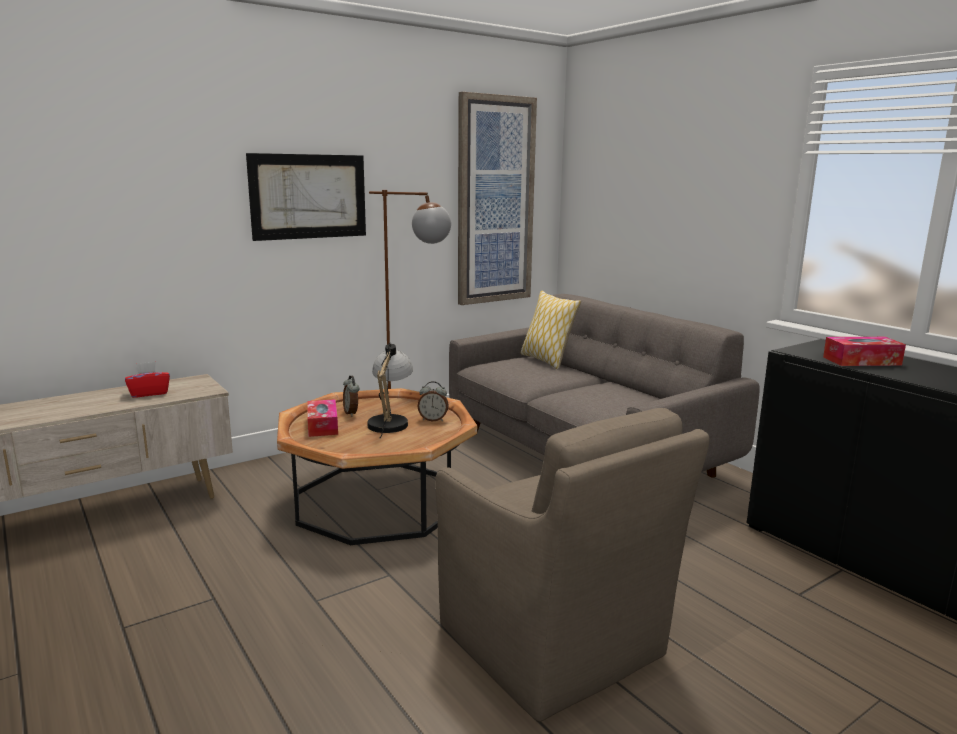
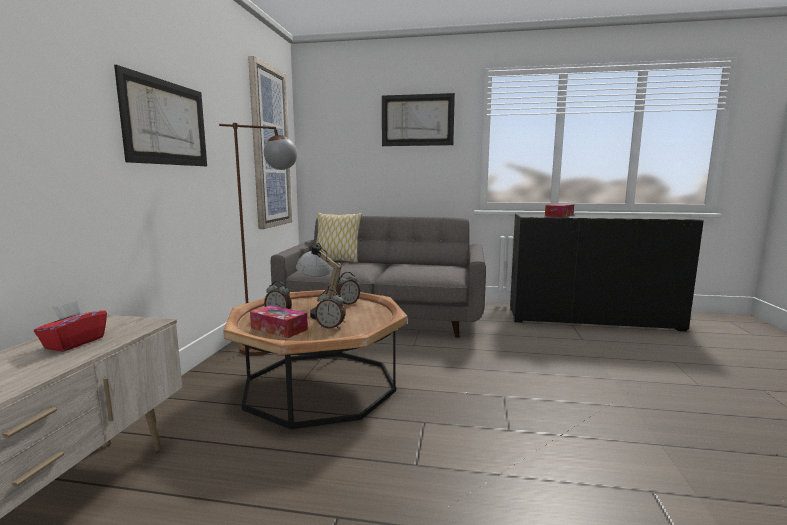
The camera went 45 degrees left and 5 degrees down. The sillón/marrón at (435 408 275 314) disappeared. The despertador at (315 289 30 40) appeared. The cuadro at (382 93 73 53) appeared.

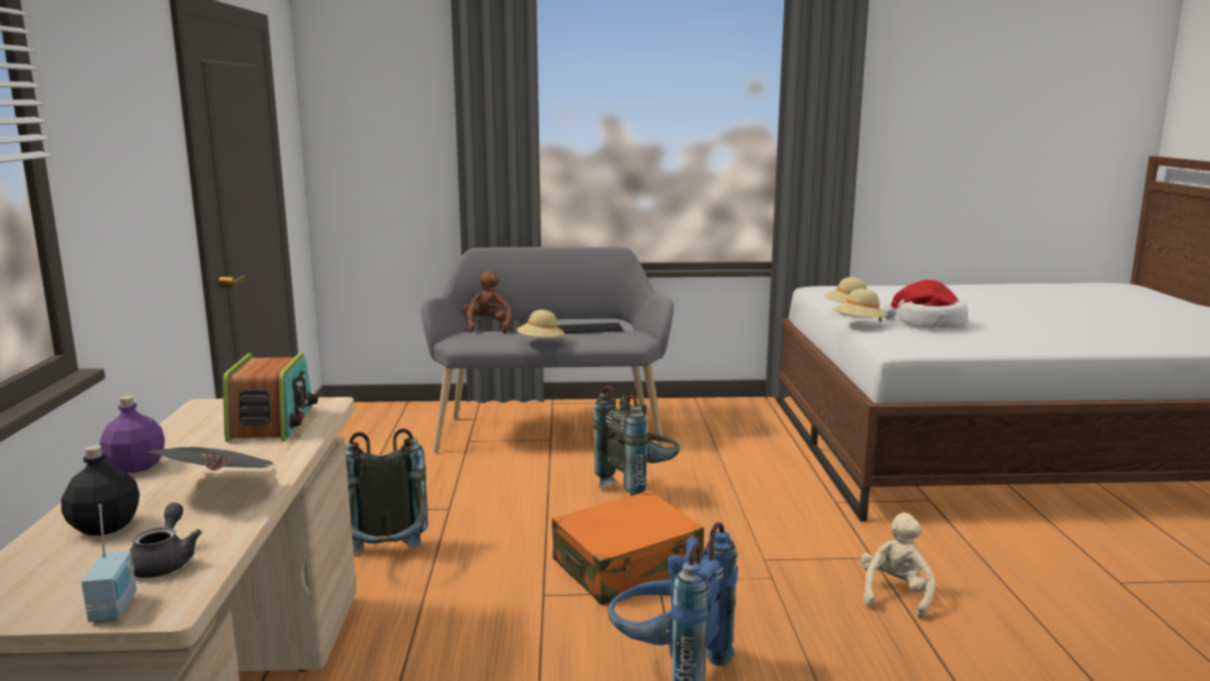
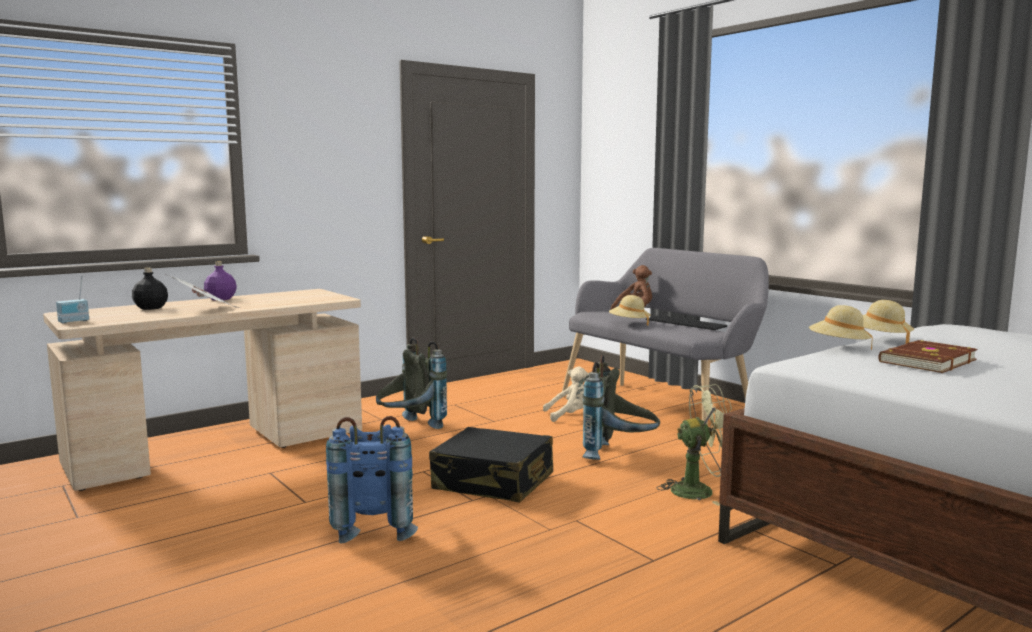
The camera went 55 degrees right and 5 degrees down. The tetera/gris at (130 503 72 75) disappeared. The radio at (223 353 95 89) disappeared. The maleta/naranja at (552 490 152 115) became the maleta/negro at (429 427 124 75). The peluche/beis moved from (861 512 75 107) to (543 367 46 55). The sombrero at (881 280 87 48) was replaced by the libro/marrón at (878 340 100 33). The ventilador/verde at (656 384 76 122) appeared.

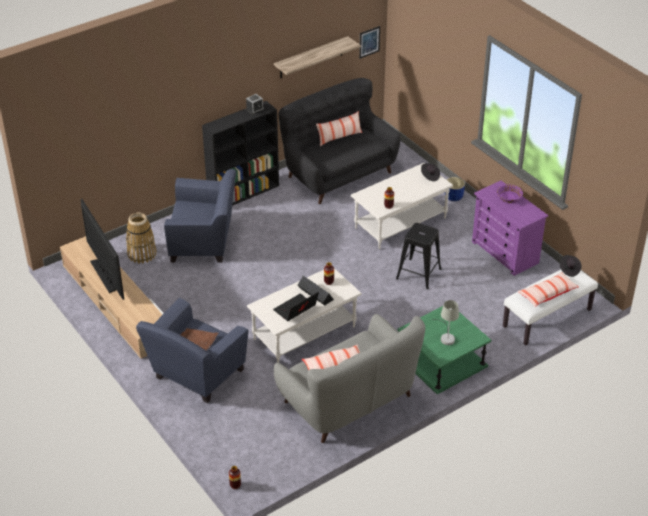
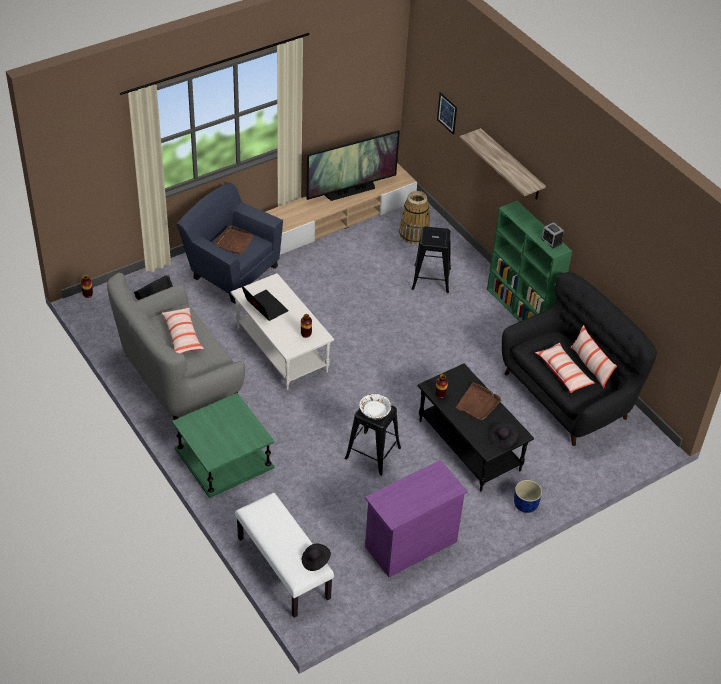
The camera went 90 degrees right and 5 degrees up. The sillón/azul at (164 169 72 94) was replaced by the taburete/negro at (412 226 39 68). The estantería/negro at (202 101 77 105) became the estantería/verde at (487 201 85 121). The estante moved from (274 36 87 42) to (460 128 86 72). The altavoz/negro moved from (297 275 37 30) to (134 275 39 25). The mesa de centro/blanco at (351 163 102 86) became the mesa de centro/negro at (418 364 116 127). The cuadro moved from (359 26 21 33) to (437 92 20 43). The lámpara de mesa/gris at (432 300 27 45) disappeared. The cuenco/morado at (497 184 26 19) disappeared. The cojín moved from (518 272 61 35) to (535 343 60 50). The cuenco/blanco at (359 394 32 25) appeared. The bandeja/marrón at (456 382 45 39) appeared.

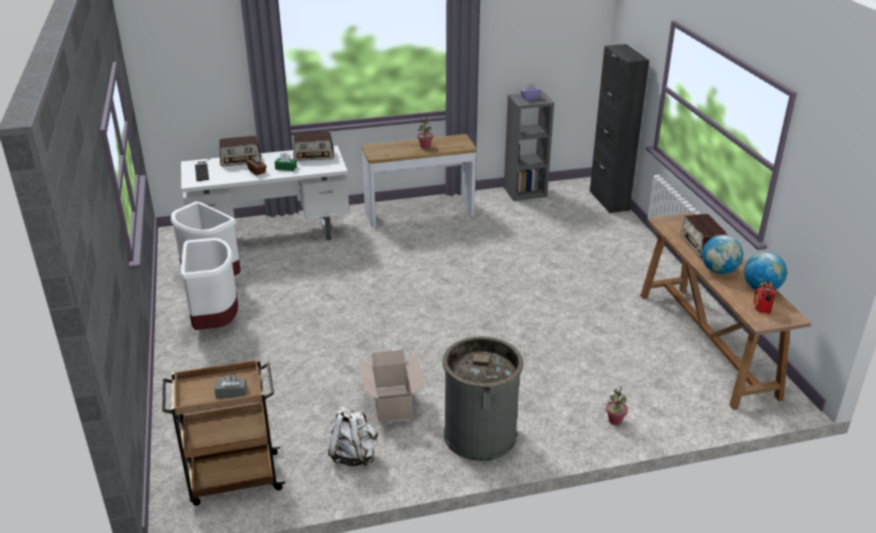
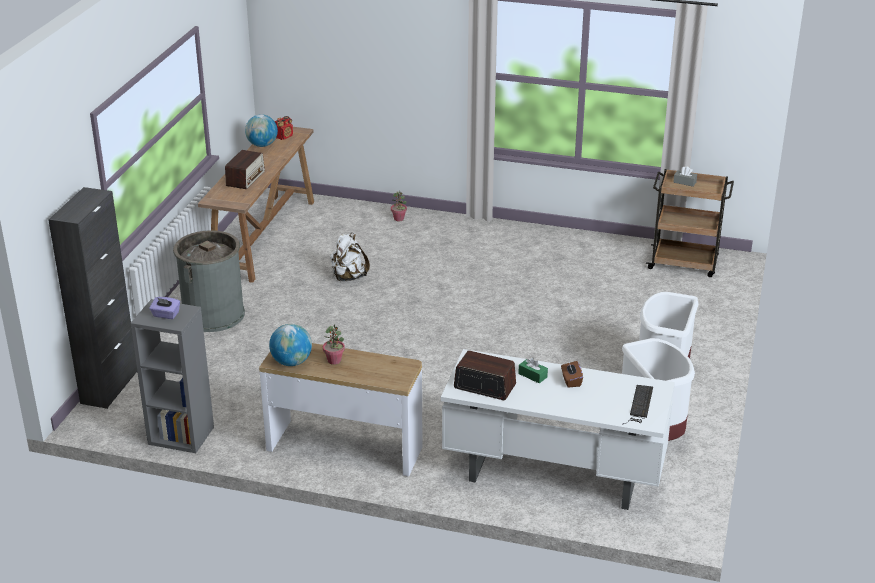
The camera went 150 degrees left and 0 degrees up. The radio at (219 136 42 30) disappeared. The mochila/blanco moved from (328 407 50 59) to (330 233 40 48). The caja de cartón at (360 350 64 72) disappeared. The papelera/gris moved from (442 336 81 125) to (173 230 72 102). The globo terráqueo moved from (702 235 41 39) to (269 324 43 42).

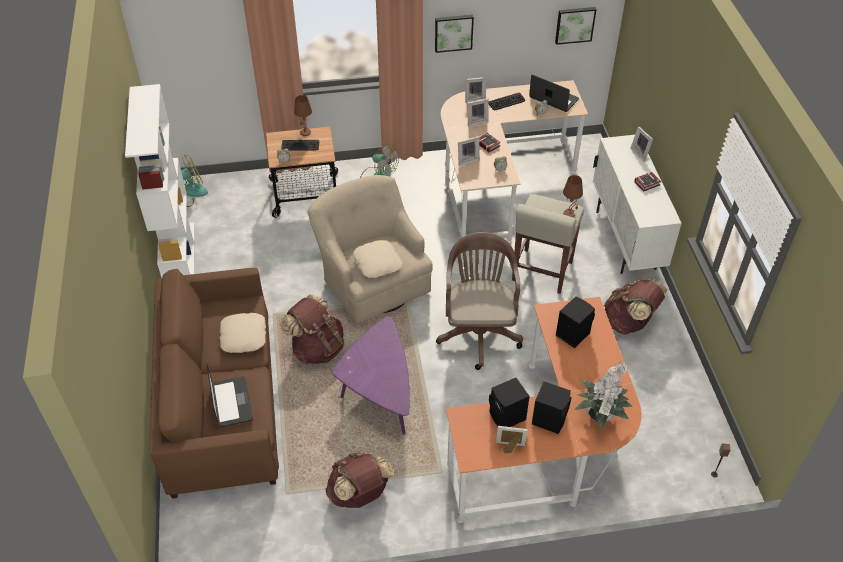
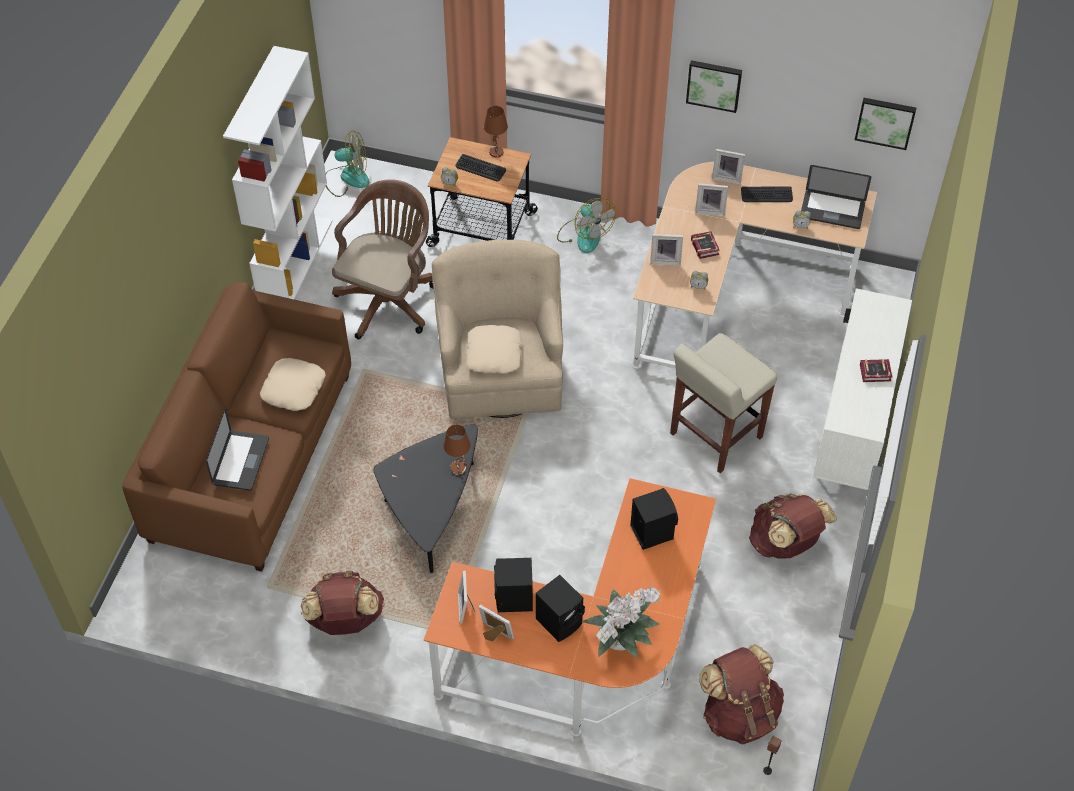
The camera went 25 degrees right and 5 degrees up. The mochila/marrón moved from (280 294 64 70) to (699 644 85 100). The mesa de centro/morado at (332 316 78 119) became the mesa de centro/negro at (374 424 104 149). The silla de oficina/marrón moved from (436 232 87 138) to (332 179 101 160). The portátil at (529 75 50 37) turned 135 degrees clockwise. The lámpara de mesa/marrón moved from (563 175 20 42) to (444 425 26 50). The portarretratos moved from (630 127 23 35) to (458 571 18 53).

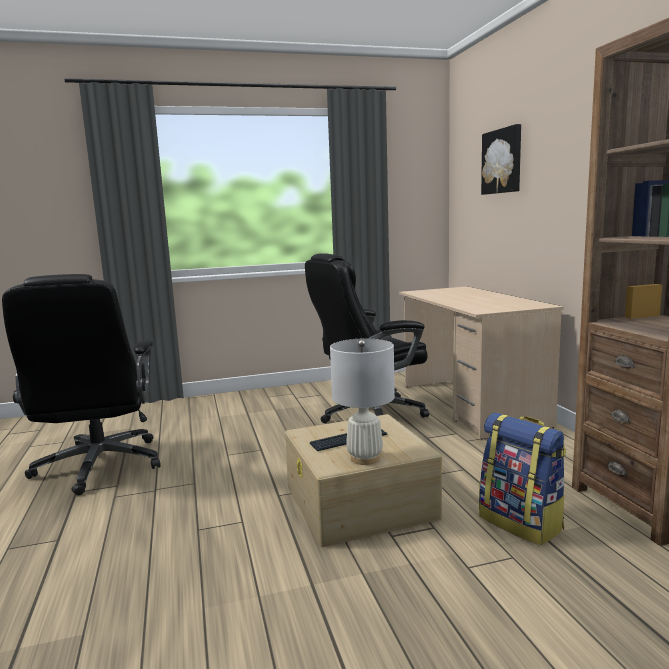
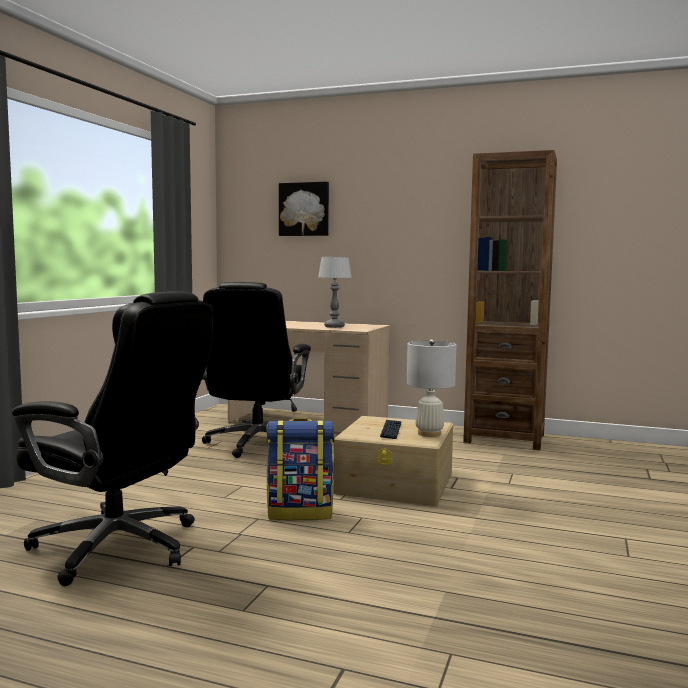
The camera went 55 degrees left and 5 degrees down. The mochila moved from (479 413 87 132) to (266 418 68 102). The lámpara de mesa at (318 257 34 71) appeared.

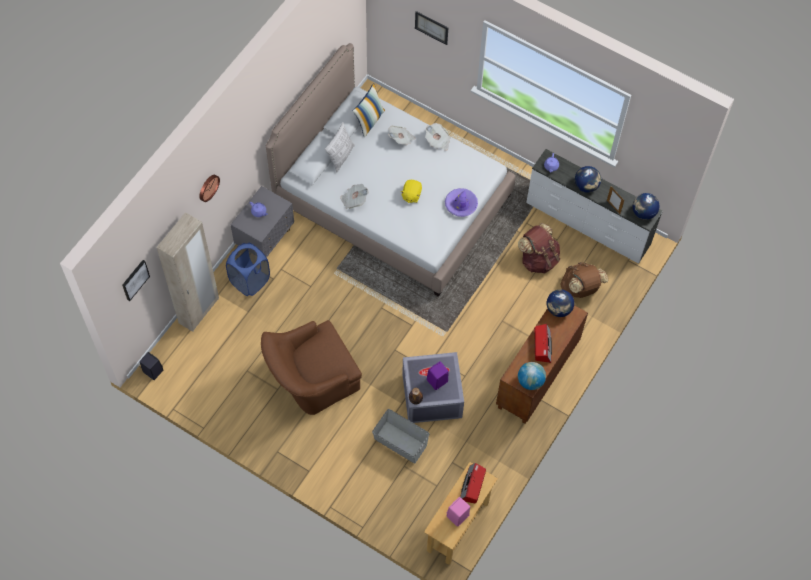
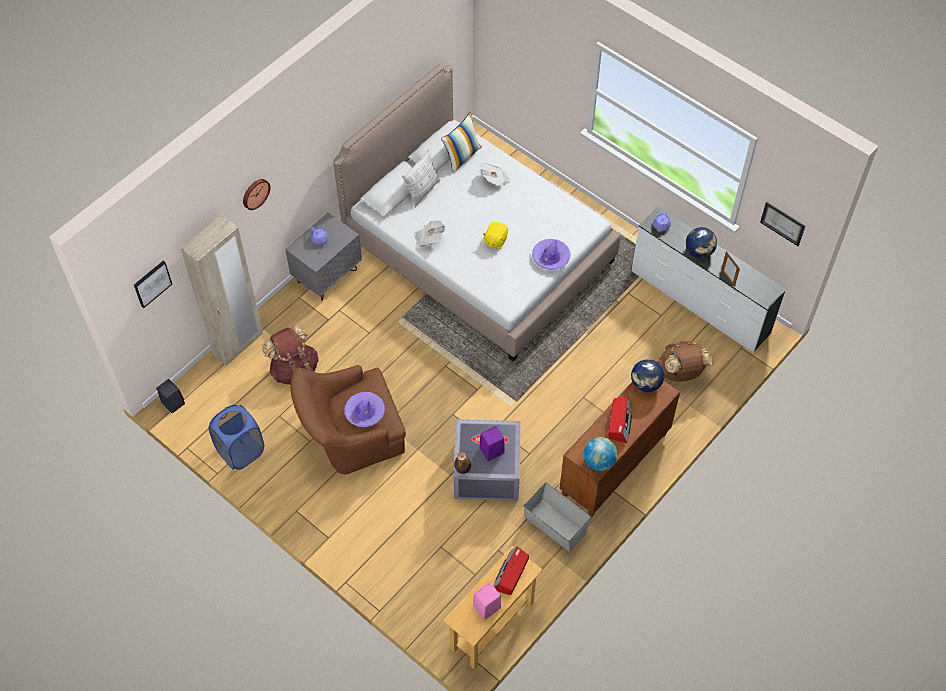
The camera went 10 degrees right and 5 degrees down. The cesto de la ropa/azul moved from (226 243 44 53) to (208 405 56 65). The caja de almacenaje/gris moved from (372 409 58 55) to (523 483 68 69). The cuadro moved from (415 11 33 34) to (760 202 45 44). The periódico at (425 123 26 28) disappeared. The mochila/marrón moved from (518 223 42 50) to (262 325 57 60). The globo terráqueo at (633 193 27 27) disappeared. The sombrero/morado at (344 392 41 35) appeared.

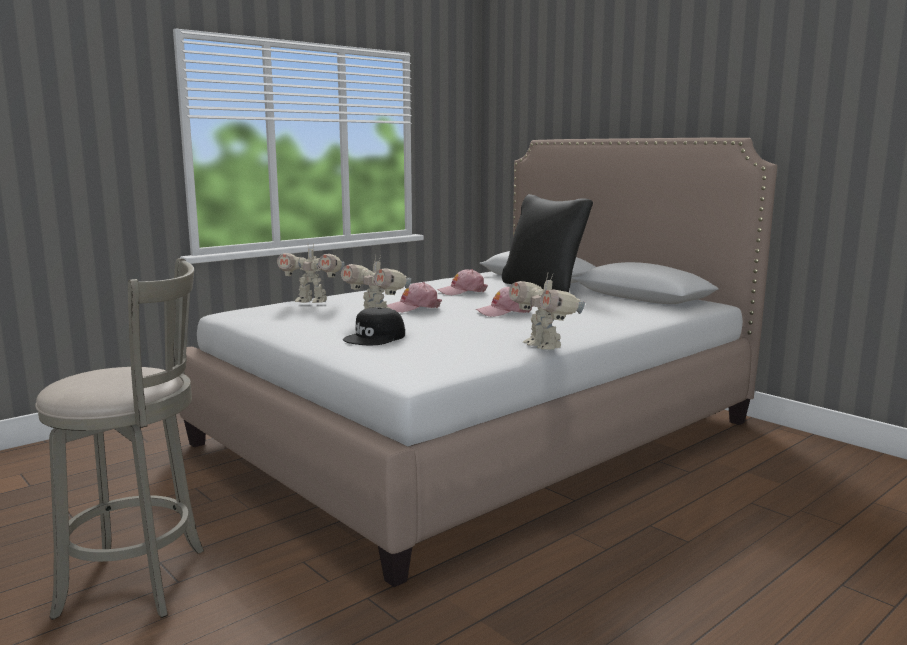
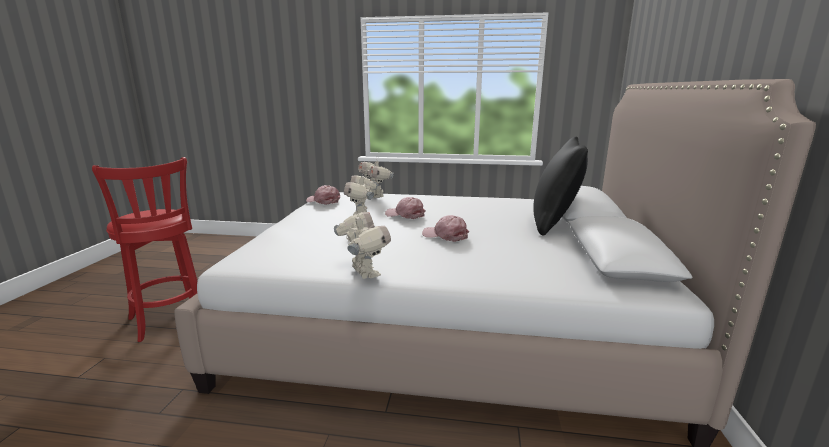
The camera went 50 degrees right and 5 degrees up. The taburete/gris at (35 258 169 362) became the taburete/rojo at (92 157 105 185). The gorra/negro at (343 307 62 38) disappeared. The gorra/rosa moved from (437 269 51 26) to (306 185 34 20). The robot de juguete at (509 274 77 76) turned 135 degrees clockwise.

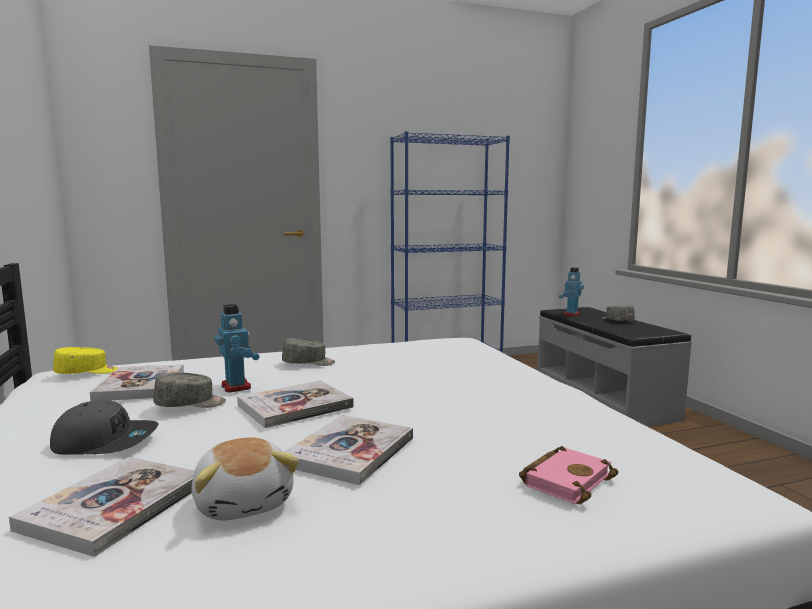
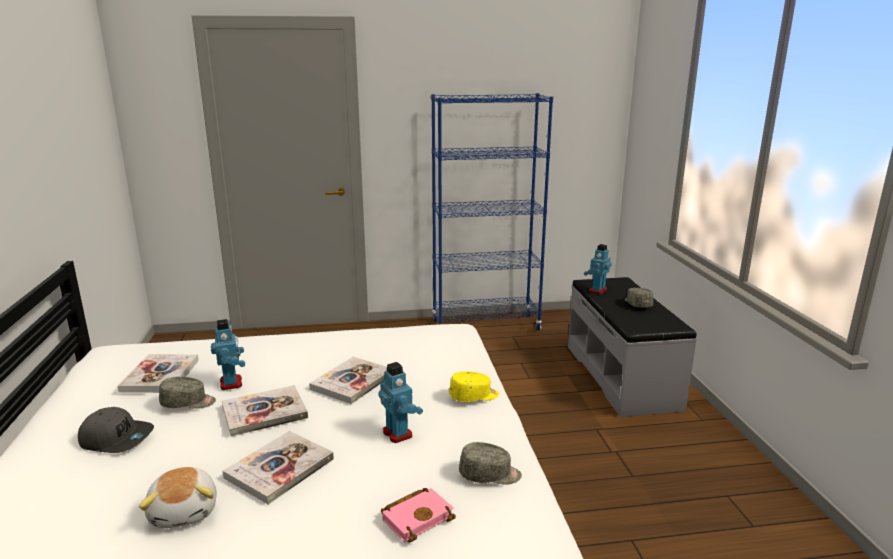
The camera went 10 degrees right and 10 degrees up. The libro moved from (9 457 186 100) to (309 357 78 47). The gorra/amarillo moved from (53 347 65 27) to (449 371 50 31). The gorra/gris moved from (282 338 53 28) to (459 442 63 43). The robot de juguete at (379 362 44 81) appeared.

